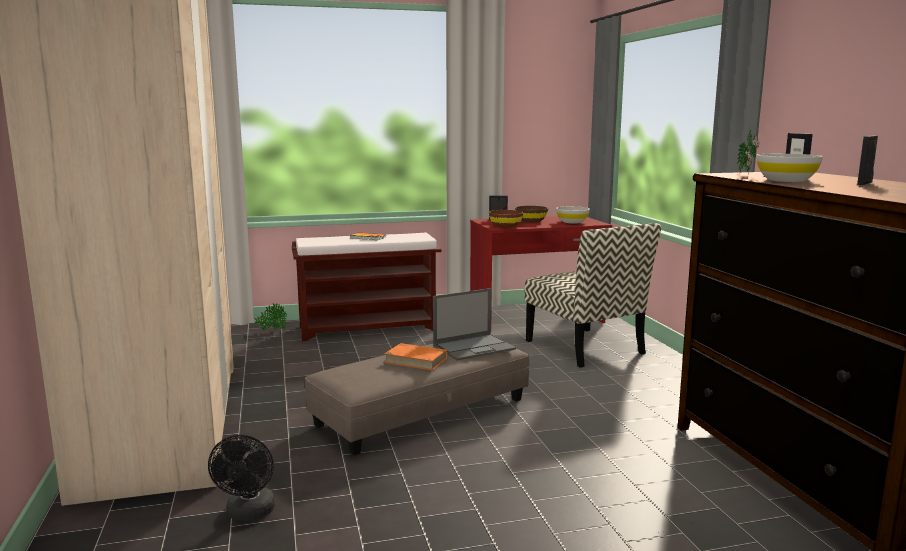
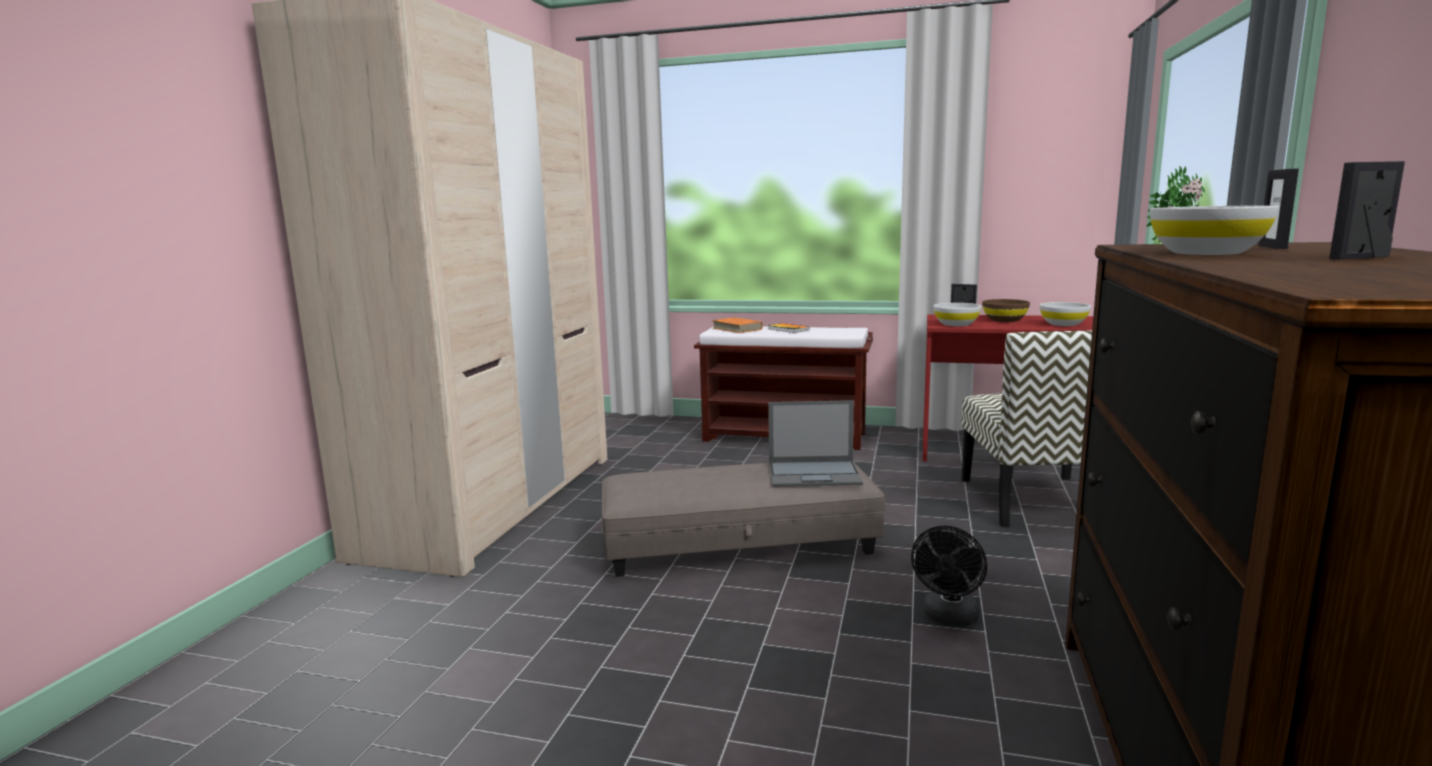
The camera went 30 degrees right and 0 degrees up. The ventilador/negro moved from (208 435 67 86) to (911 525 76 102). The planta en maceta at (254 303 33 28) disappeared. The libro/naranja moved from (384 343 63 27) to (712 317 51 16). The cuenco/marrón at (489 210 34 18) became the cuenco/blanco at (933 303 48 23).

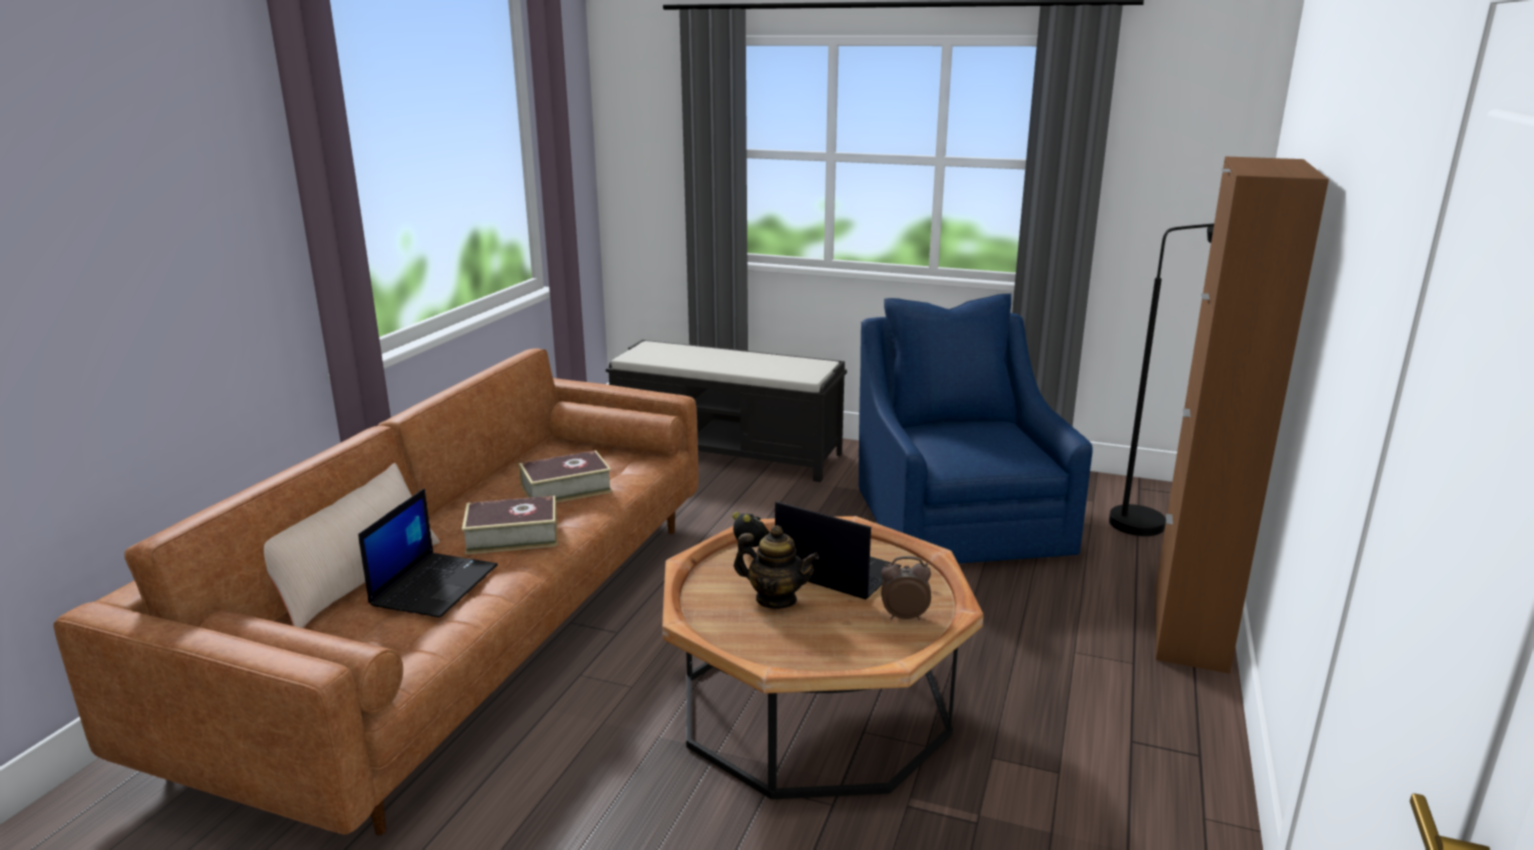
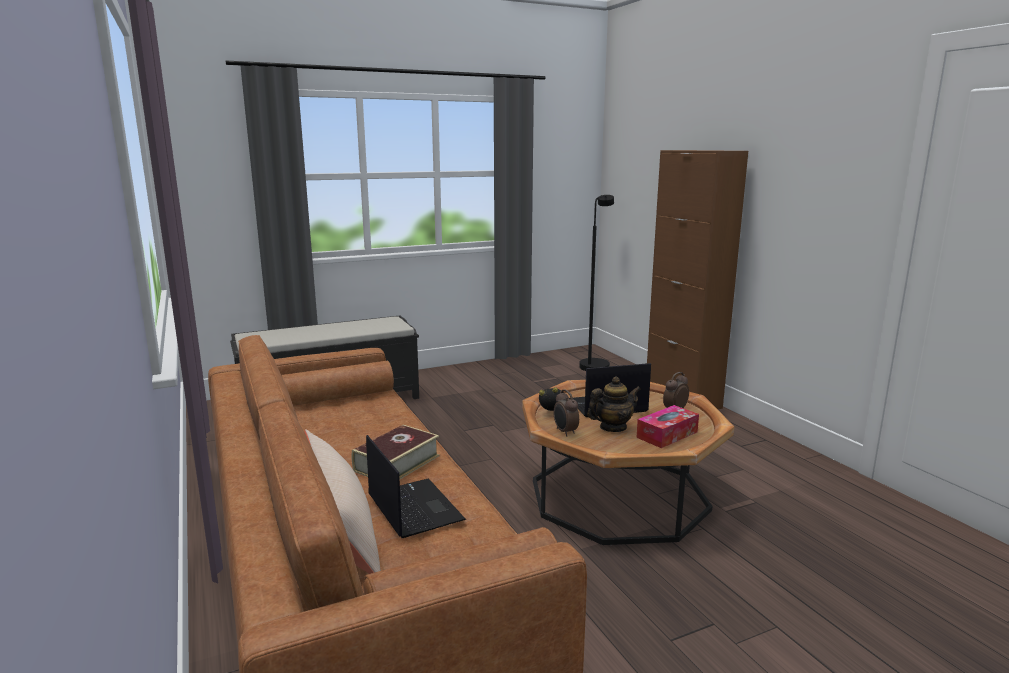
The camera went 45 degrees left and 5 degrees down. The libro at (519 450 93 53) disappeared. The sillón/azul at (859 293 234 271) disappeared. The despertador at (553 389 26 47) appeared. The caja de pañuelos at (637 405 62 43) appeared.

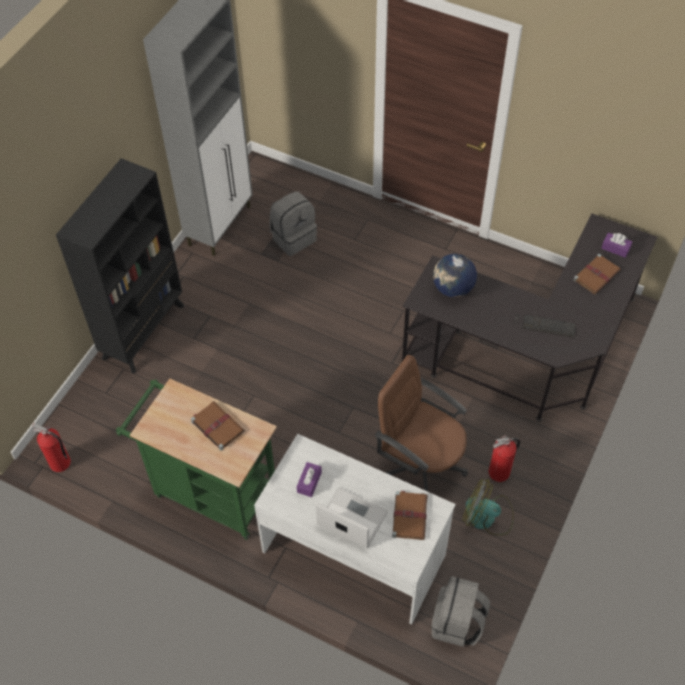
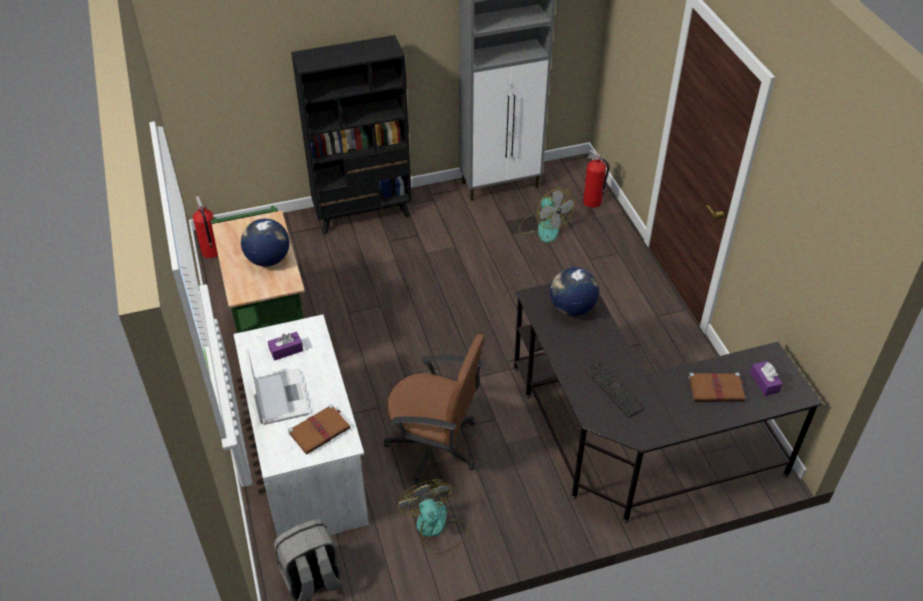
The camera went 45 degrees right and 10 degrees down. The libro/marrón at (191 401 54 50) was replaced by the globo terráqueo at (241 219 48 48). The mochila/gris at (269 191 48 65) was replaced by the ventilador at (519 188 55 55). The silla de oficina/marrón at (375 355 93 137) turned 120 degrees clockwise. The extintor moved from (489 435 31 47) to (583 149 26 59).

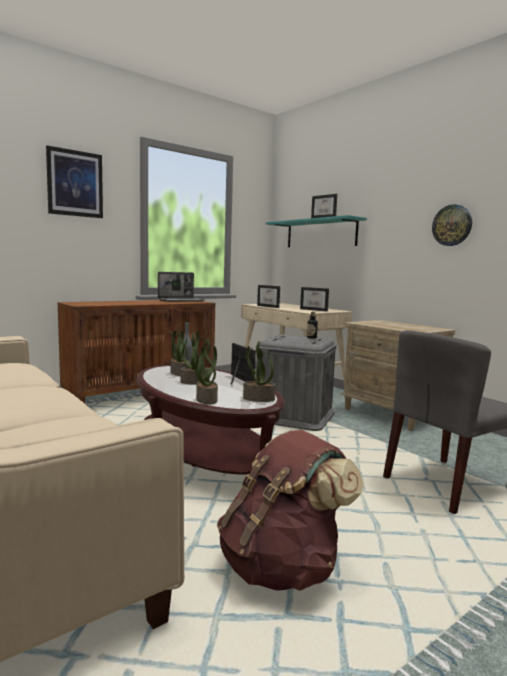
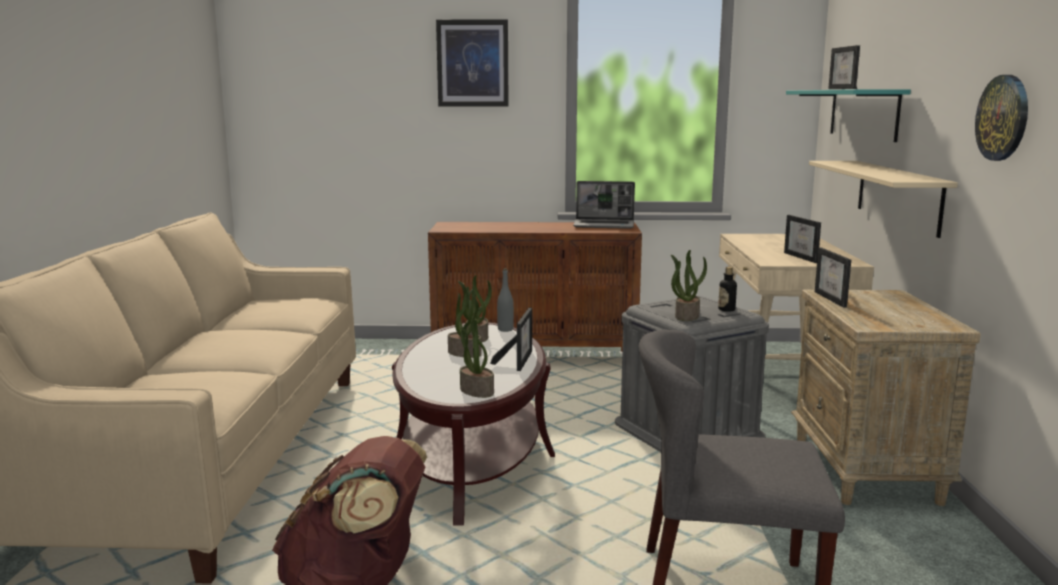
The camera went 40 degrees right and 5 degrees up. The planta en maceta moved from (191 341 27 64) to (671 250 36 71). The portarretratos moved from (257 285 23 23) to (815 248 36 59). The estante/beis at (809 161 149 77) appeared.

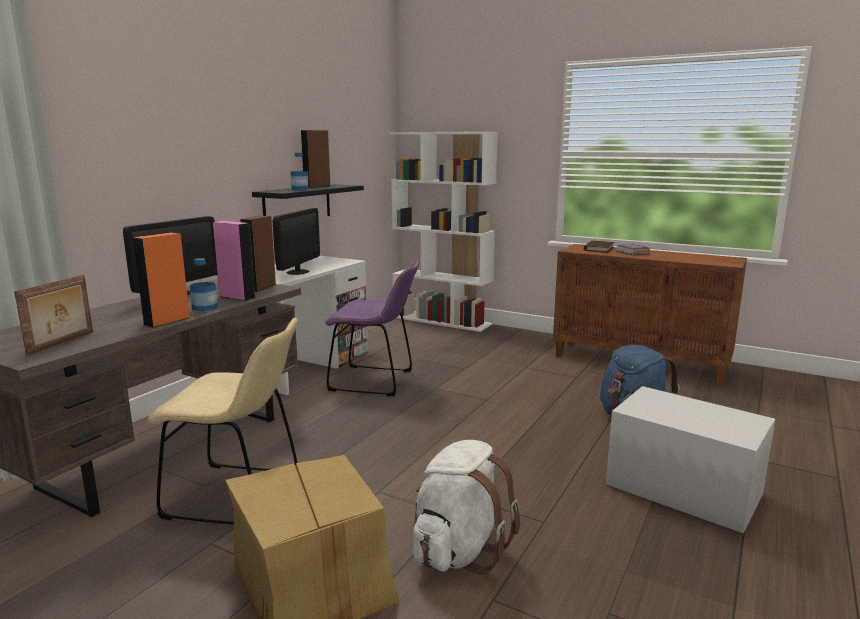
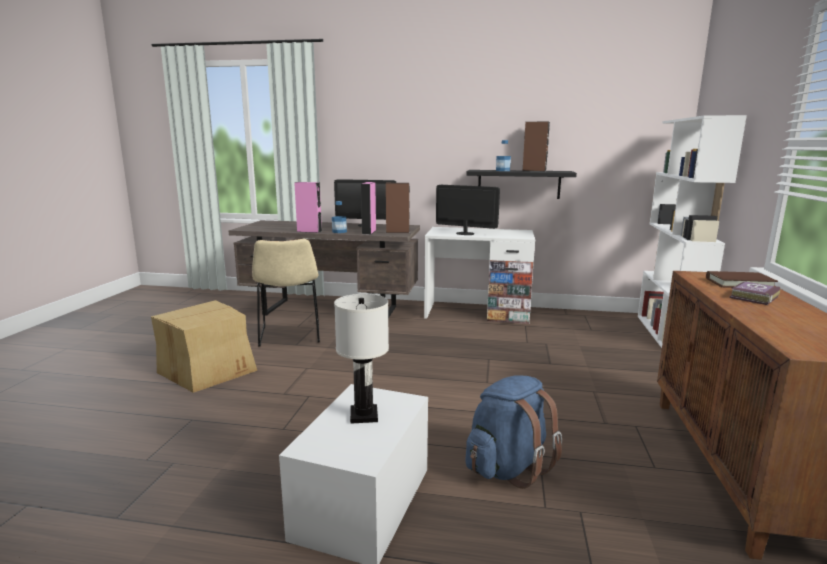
The camera went 70 degrees right and 0 degrees up. The portarretratos at (14 275 79 81) disappeared. The altavoz/naranja at (133 232 57 96) became the altavoz/rosa at (294 182 28 51). The monitor at (272 208 48 67) turned 150 degrees counterclockwise. The silla/morado at (325 260 94 136) disappeared. The mochila/blanco at (413 440 107 135) disappeared. The lámpara de mesa/blanco at (334 294 55 130) appeared.

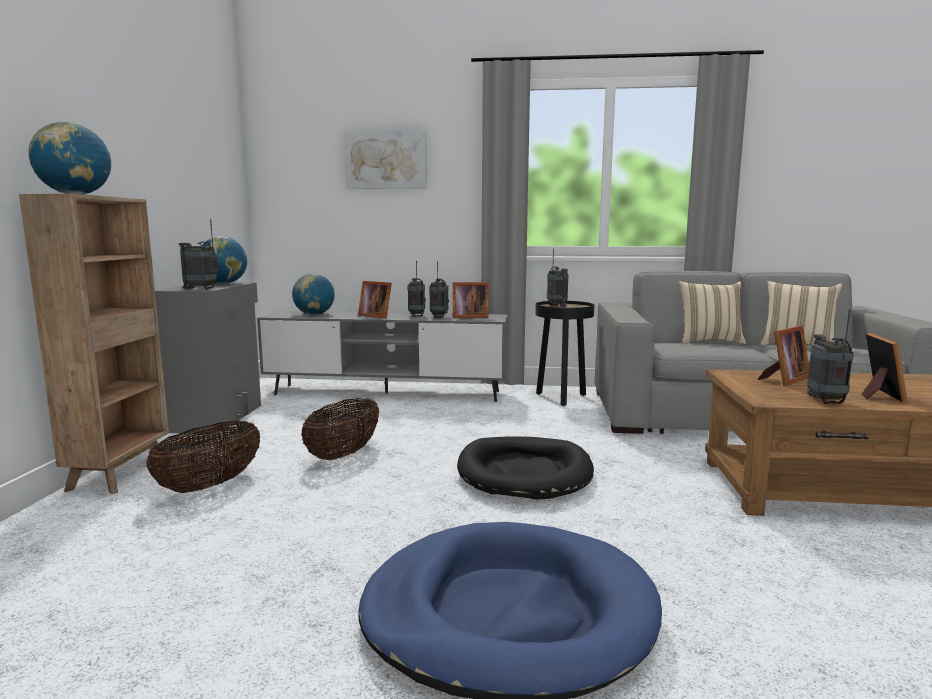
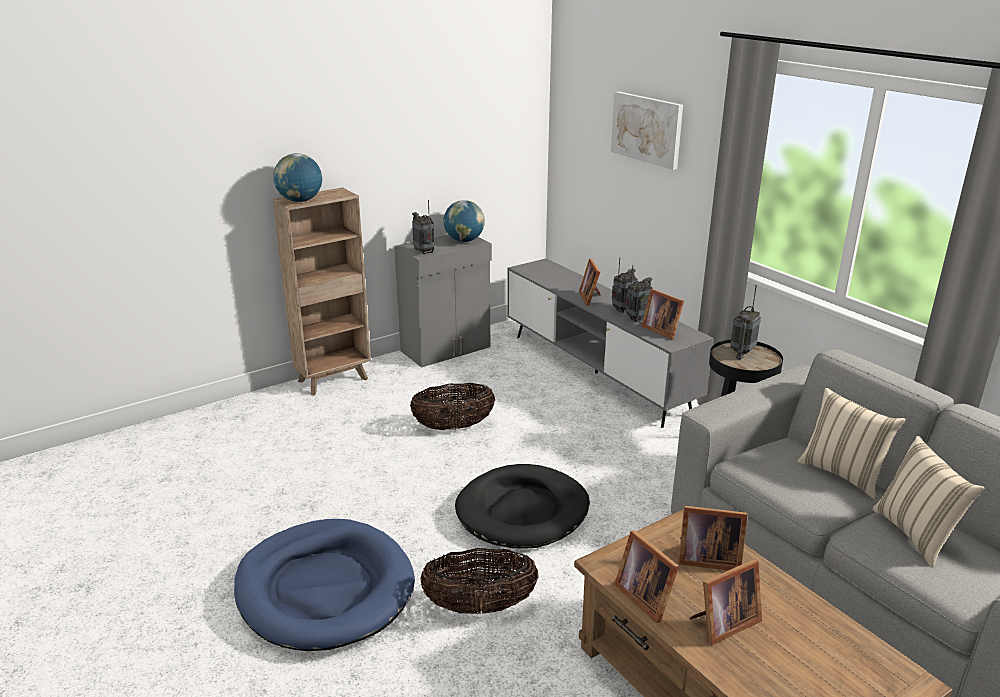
The camera went 50 degrees right and 15 degrees up. The cesta moved from (146 421 114 72) to (420 548 119 66). The globo terráqueo at (292 274 43 41) disappeared. The radio at (807 309 47 95) was replaced by the portarretratos at (614 530 65 93).

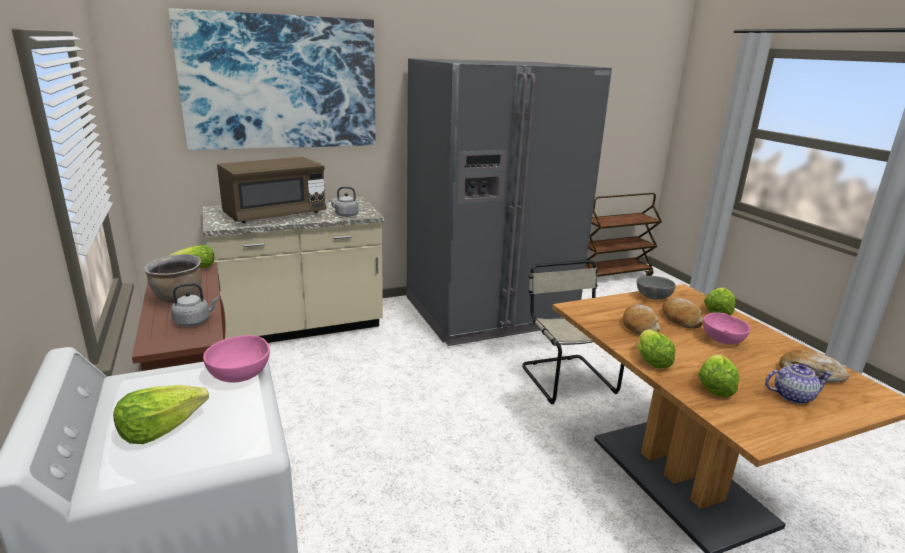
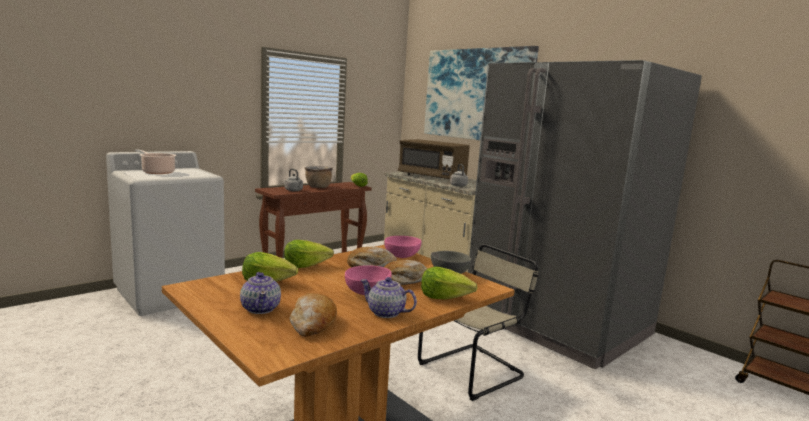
The camera went 70 degrees right and 10 degrees down. The lechuga at (113 385 96 59) was replaced by the olla at (135 149 42 25). The cuenco/rosa moved from (203 335 67 47) to (384 236 38 22). The tetera at (360 277 57 41) appeared.

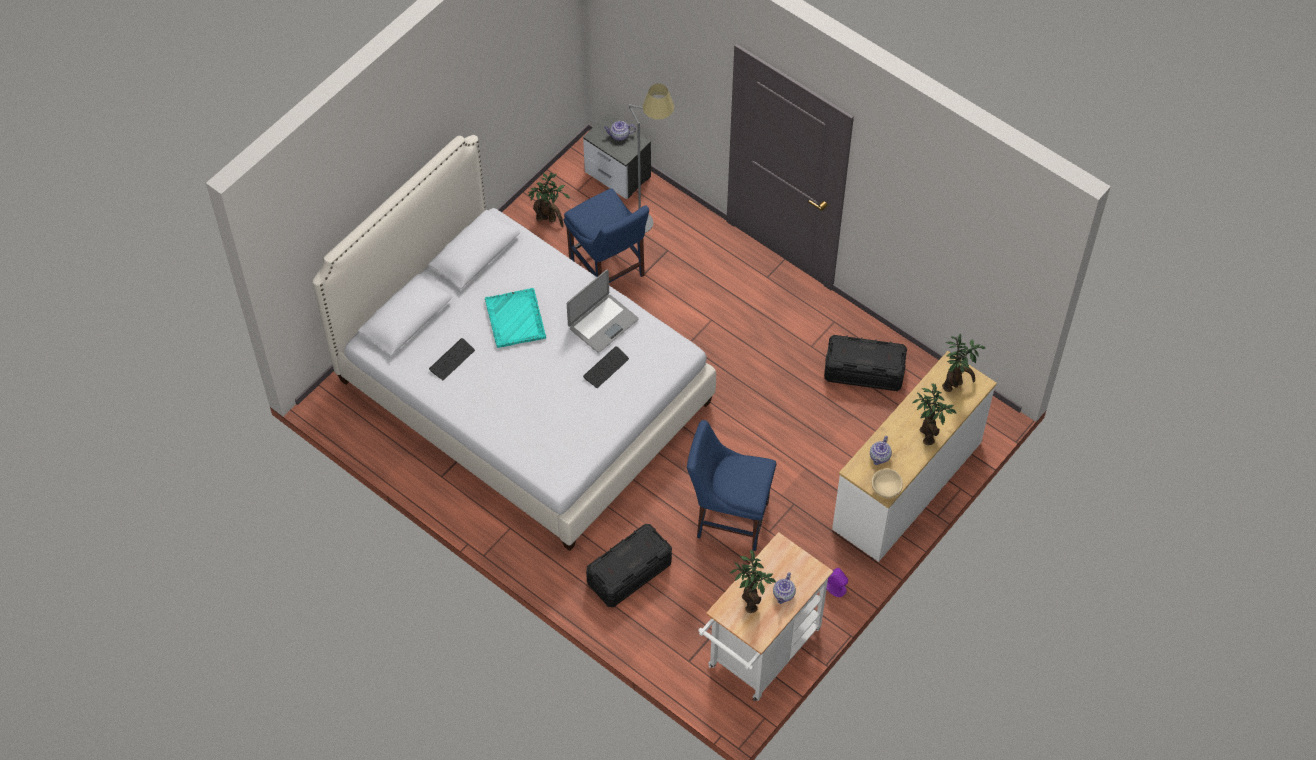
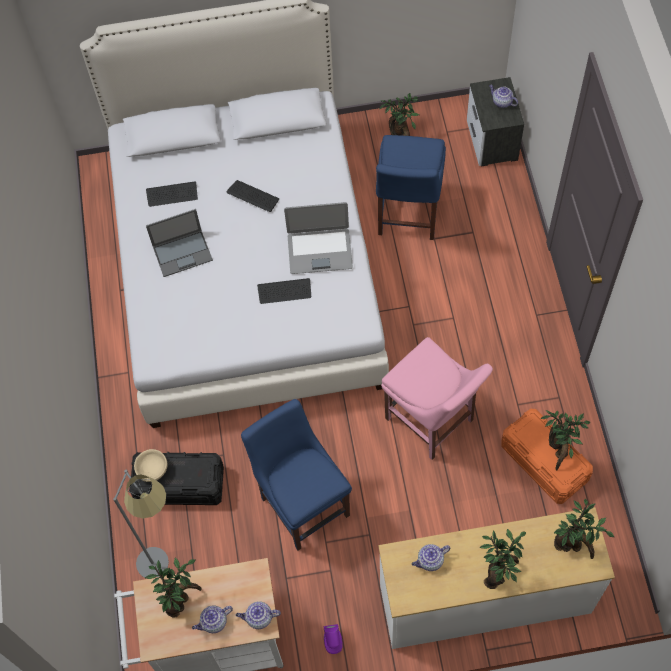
The camera went 45 degrees right and 5 degrees up. The bandeja/turquesa at (485 288 61 60) was replaced by the teclado at (227 180 52 32). The lámpara de pie/gris moved from (629 84 45 149) to (113 470 56 108). The caja de almacenaje/negro at (824 335 83 56) became the caja de almacenaje/naranja at (501 409 92 95). The cuenco/beis moved from (871 469 32 29) to (134 449 34 33). The portátil at (146 209 67 68) appeared. The tetera at (236 601 45 28) appeared. The silla/rosa at (381 337 112 123) appeared. The planta en maceta at (540 410 50 60) appeared.

